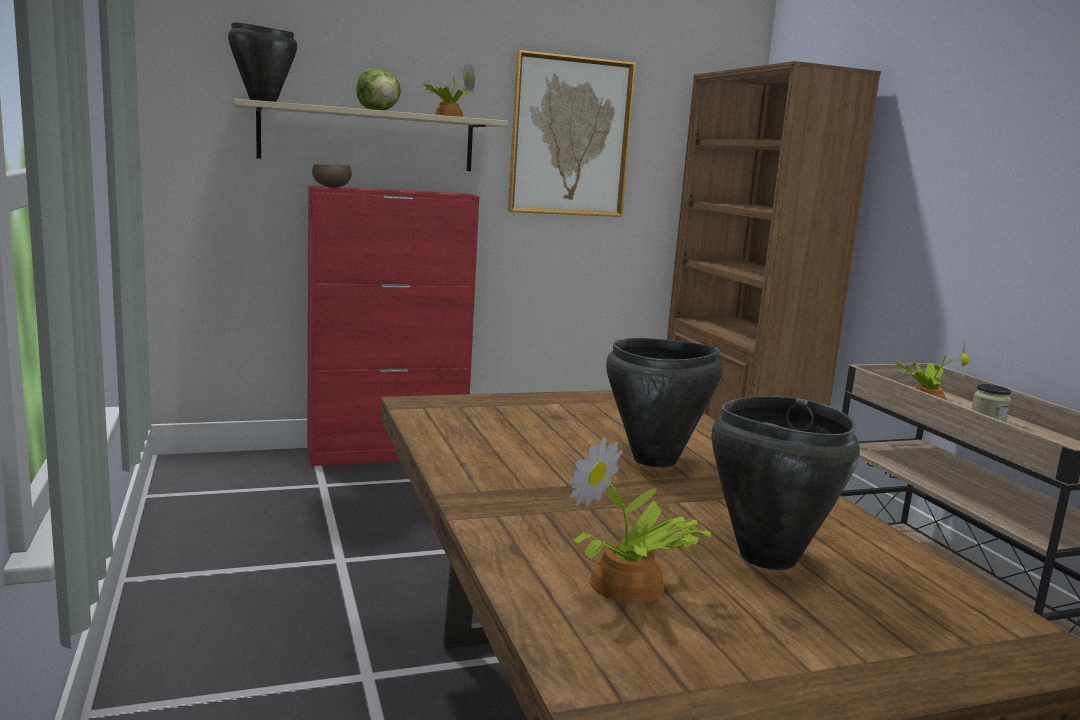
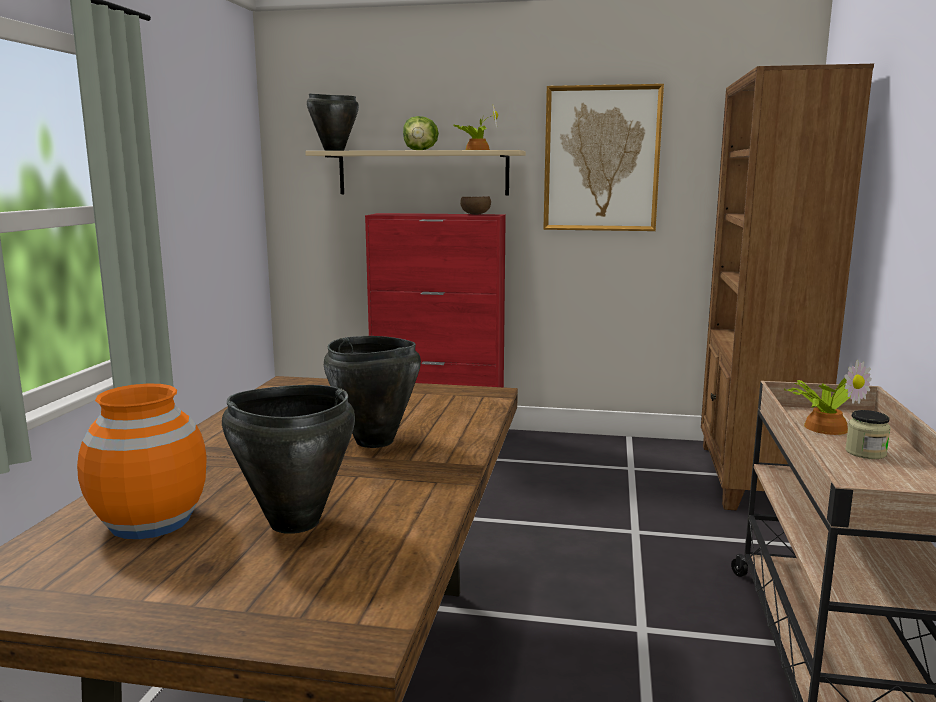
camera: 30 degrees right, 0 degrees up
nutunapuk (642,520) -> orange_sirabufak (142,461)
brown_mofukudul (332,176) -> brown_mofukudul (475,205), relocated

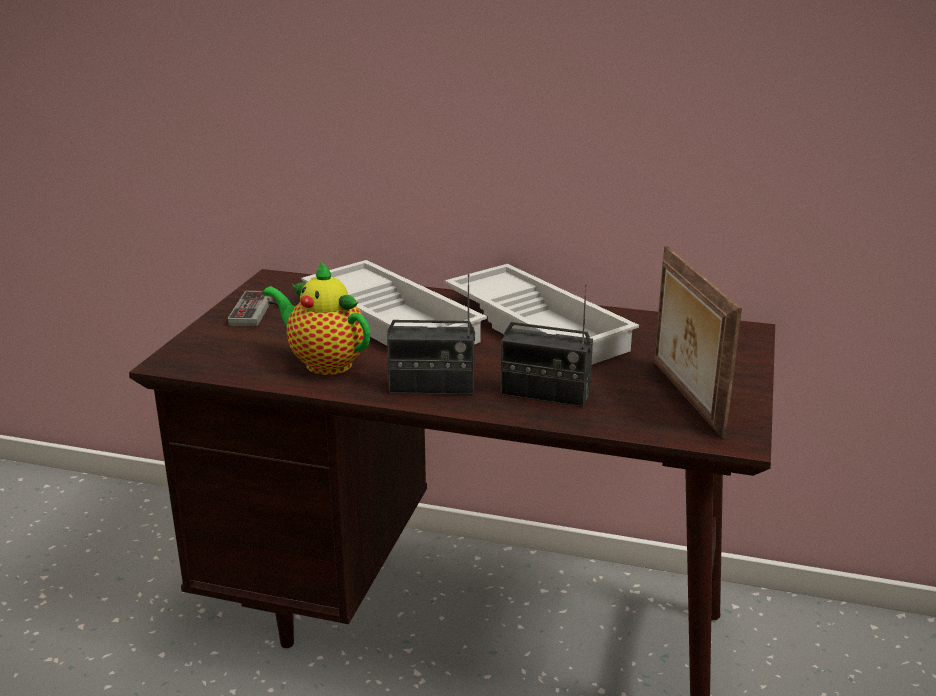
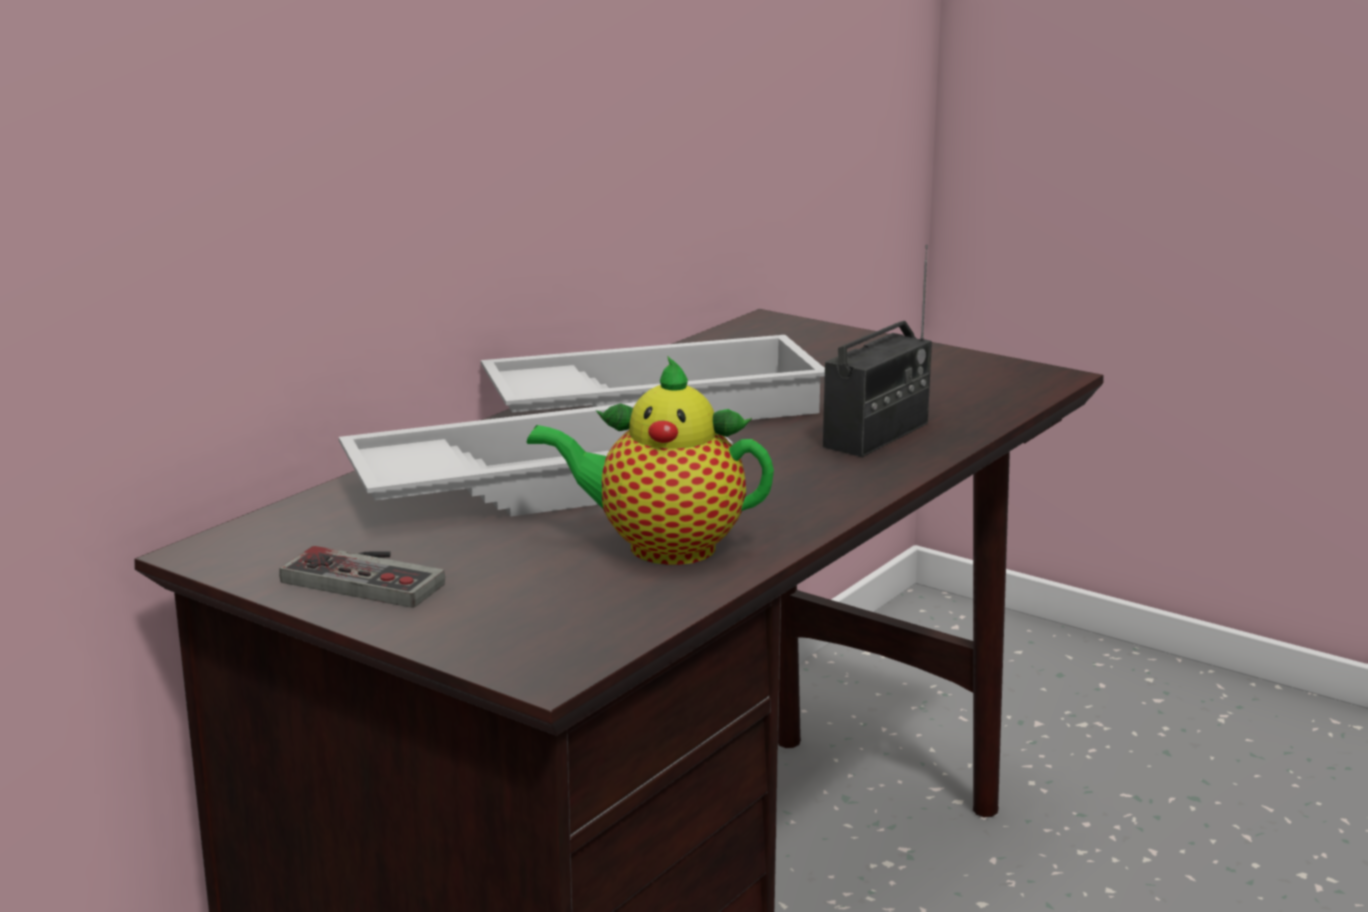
camera: 70 degrees left, 5 degrees down
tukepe (316,318) -> tukepe (650,460), 45 degrees clockwise
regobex (431,334) -> none
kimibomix (698,342) -> none

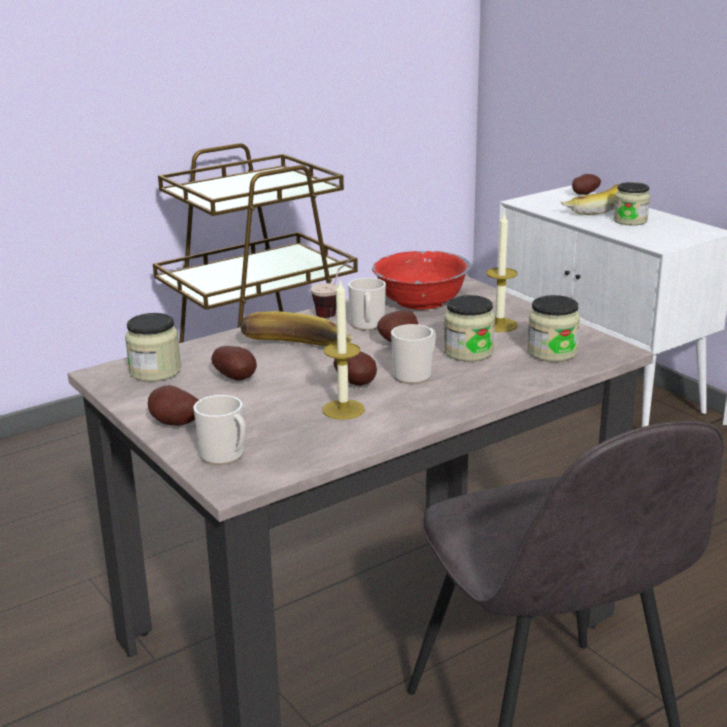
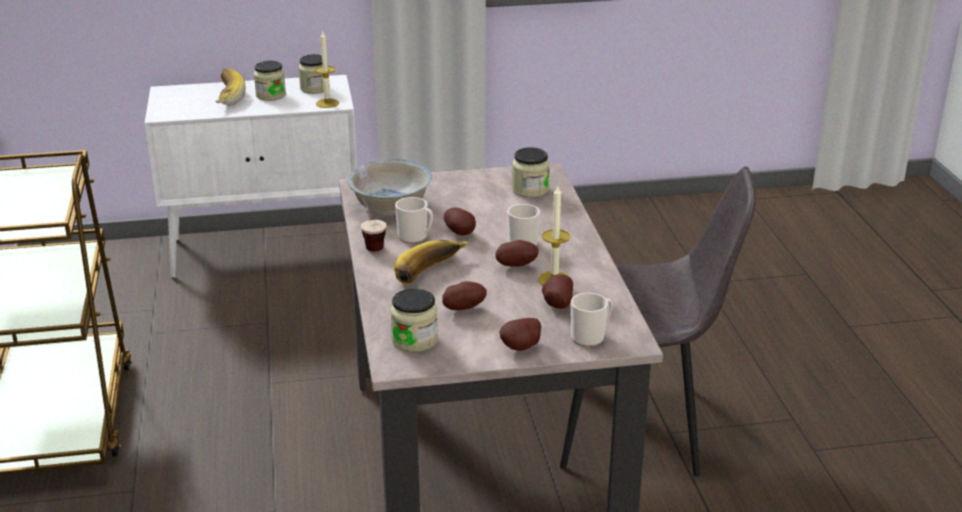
camera: 65 degrees left, 5 degrees up
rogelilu (469,328) -> rogelilu (314,74), relocated
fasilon (502,273) -> fasilon (327,70), relocated
red_mofukudul (421,280) -> white_mofukudul (389,187)
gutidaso (586,184) -> gutidaso (557,291), relocated

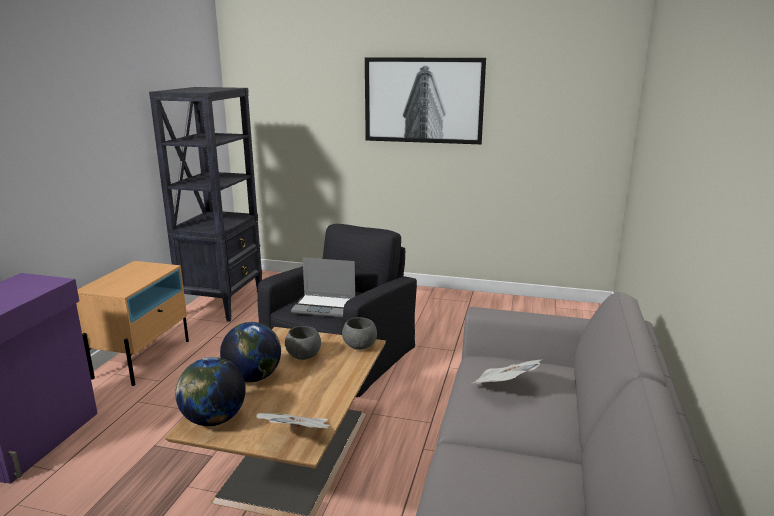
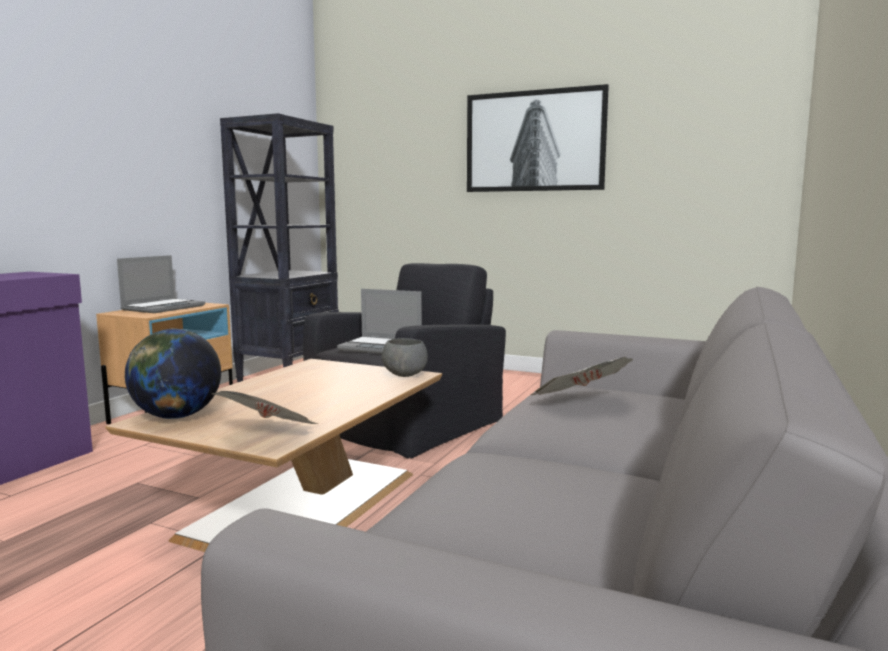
camera: 10 degrees right, 10 degrees down
none -> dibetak (161,284)
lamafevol (250,352) -> none
grey_mofukudul (303,343) -> none

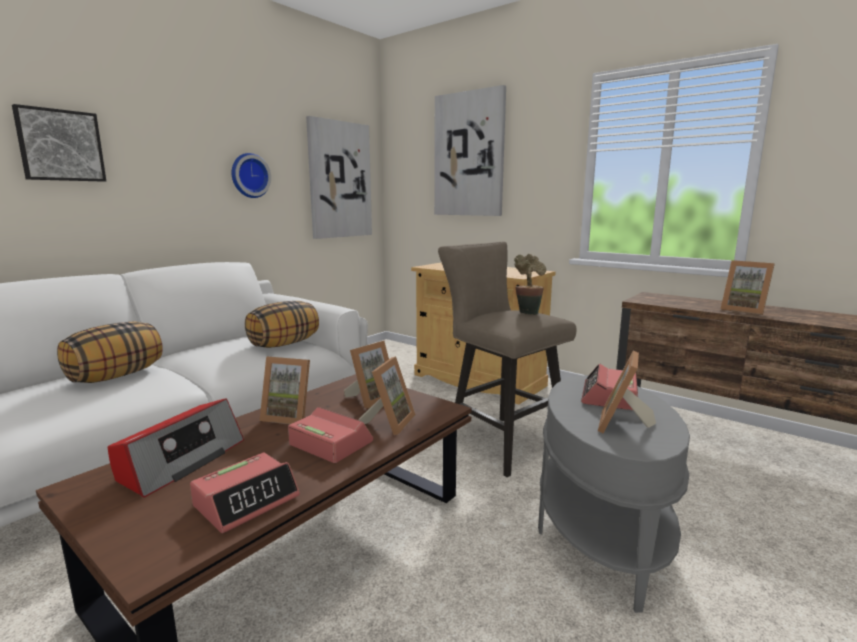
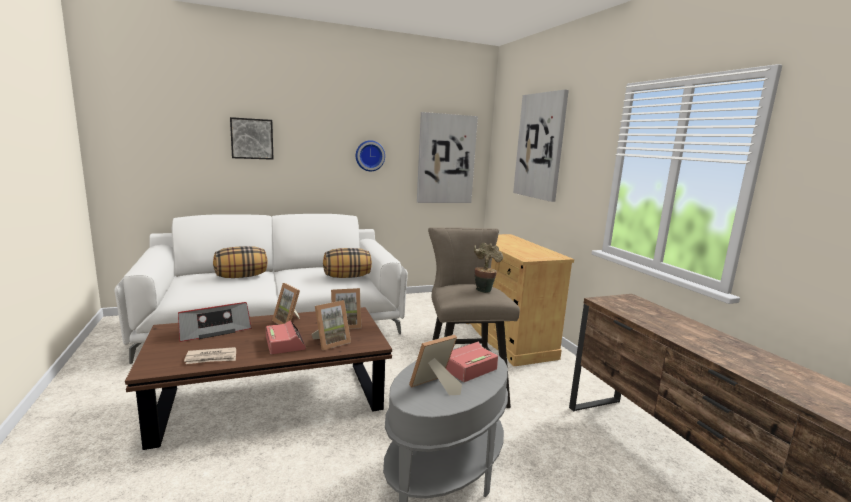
camera: 30 degrees right, 0 degrees up
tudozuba (245,493) -> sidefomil (210,355)
kimibomix (748,287) -> none

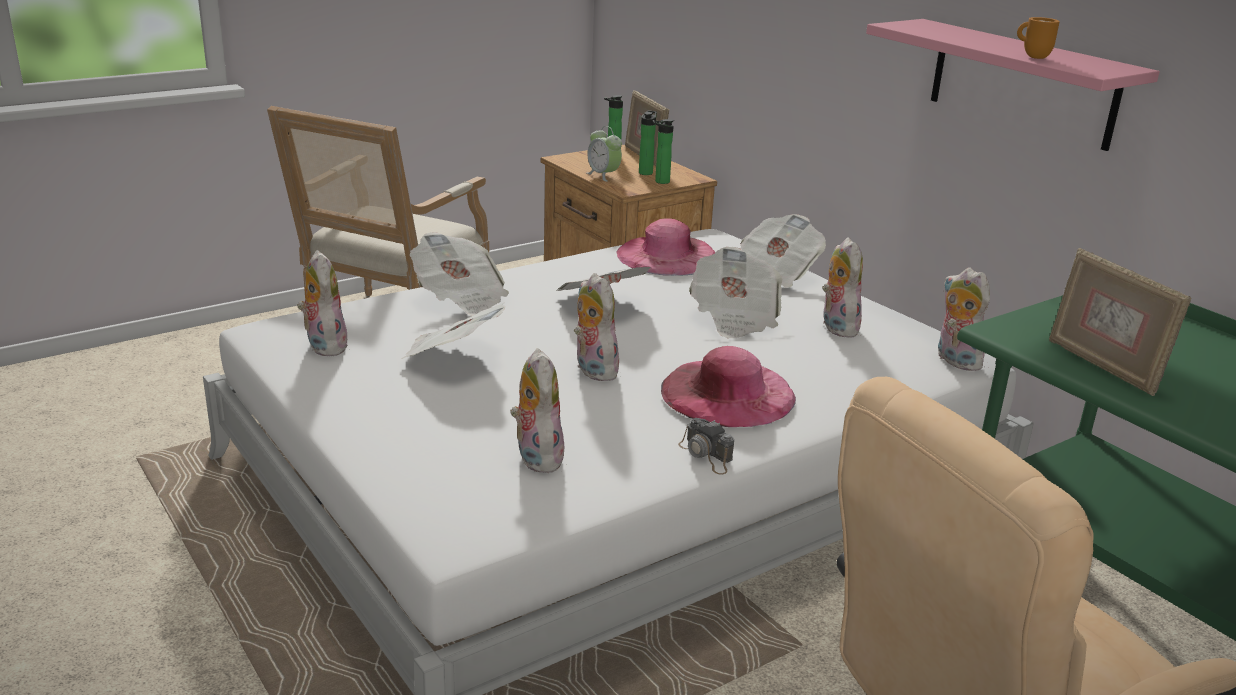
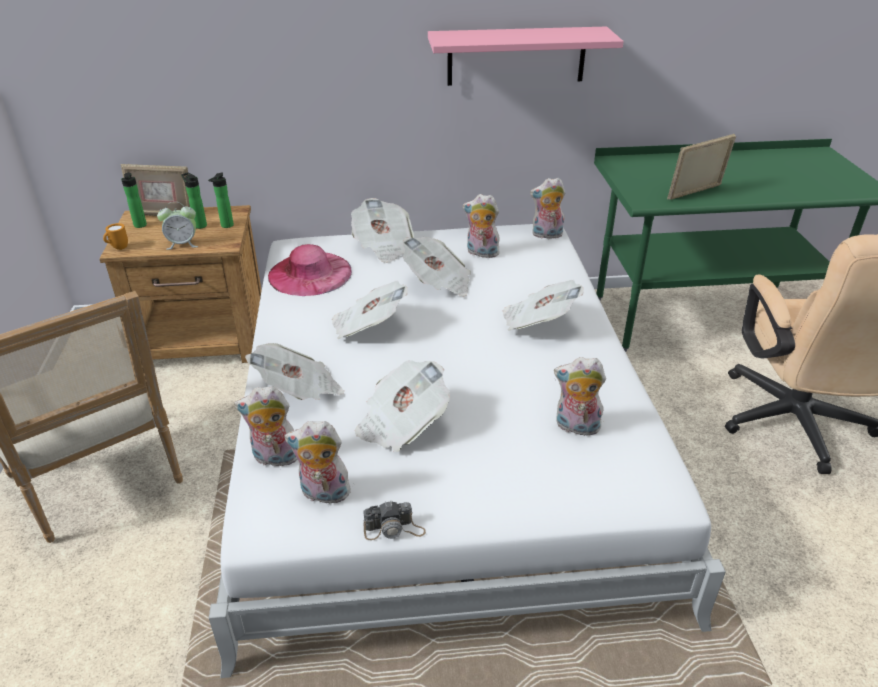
camera: 60 degrees left, 10 degrees up
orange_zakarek (1038,38) -> orange_zakarek (115,236), relocated
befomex (597,327) -> befomex (265,426), relocated
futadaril (706,446) -> futadaril (394,520), relocated
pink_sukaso (728,386) -> sidefomil (543,305)
kimibomix (1120,322) -> kimibomix (701,167), 150 degrees clockwise

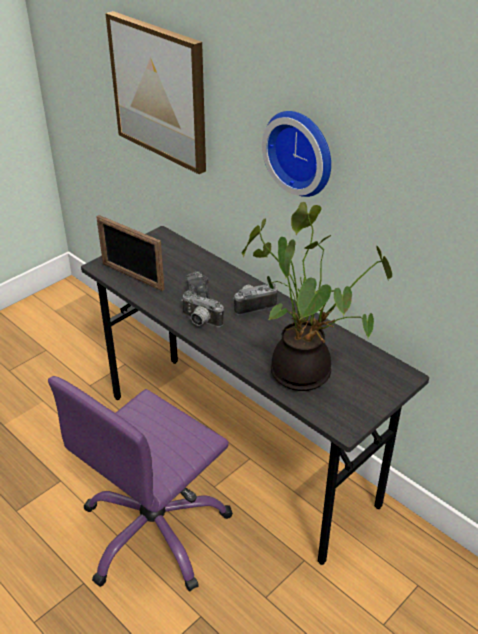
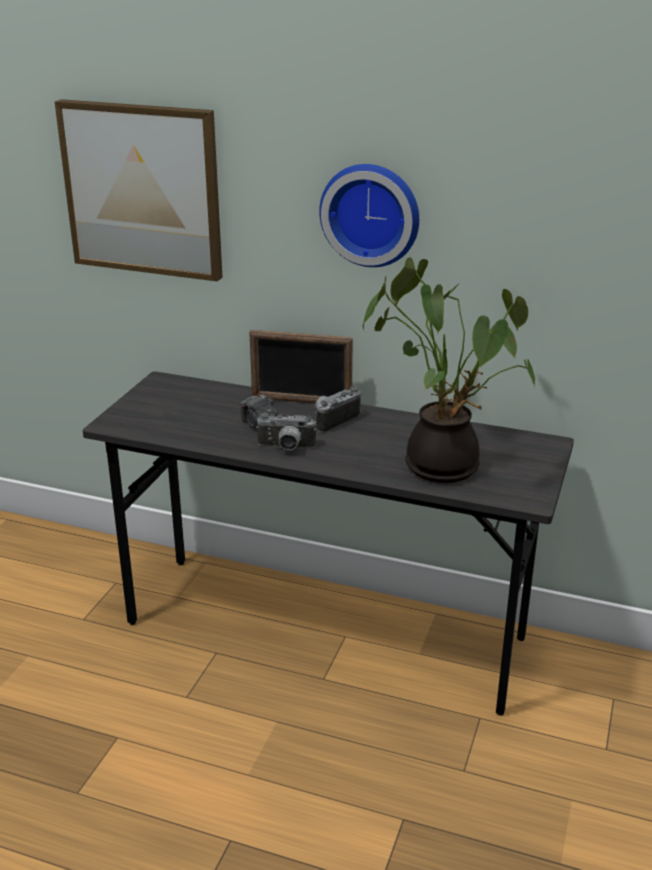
camera: 25 degrees left, 10 degrees down
kimibomix (130,253) -> kimibomix (301,366), relocated
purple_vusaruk (140,483) -> none

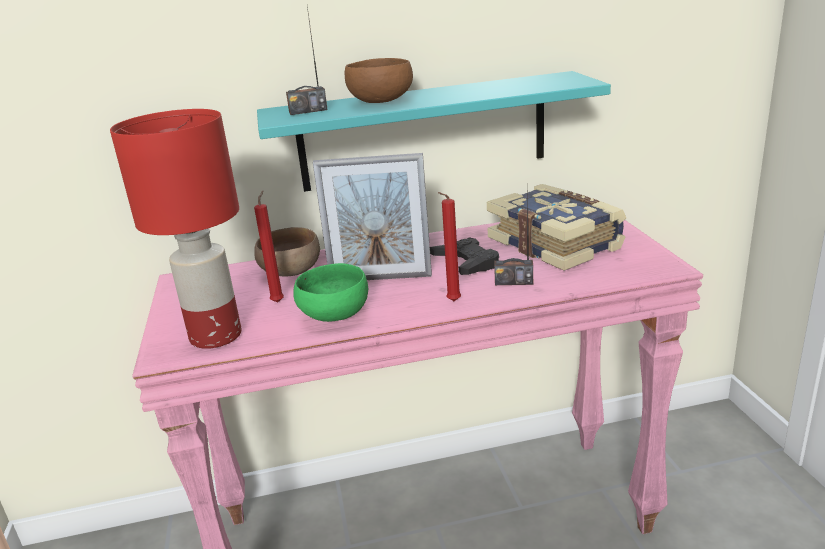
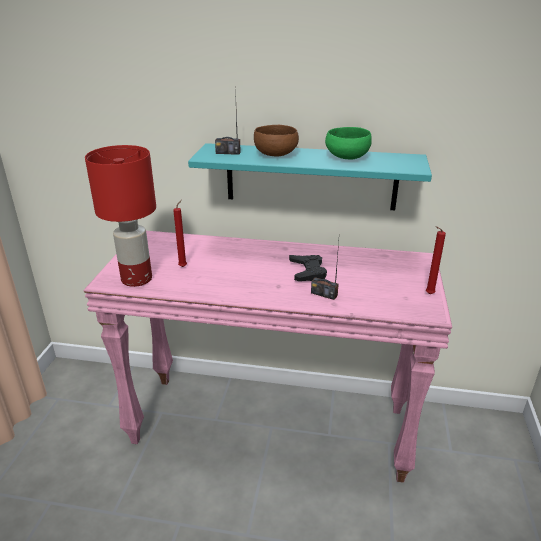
camera: 20 degrees right, 5 degrees up
green_mofukudul (330,292) -> green_mofukudul (348,143), relocated
red_fasilon (449,246) -> red_fasilon (436,260), relocated
brown_mofukudul (287,252) -> none
kimibomix (372,216) -> none
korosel (556,227) -> none

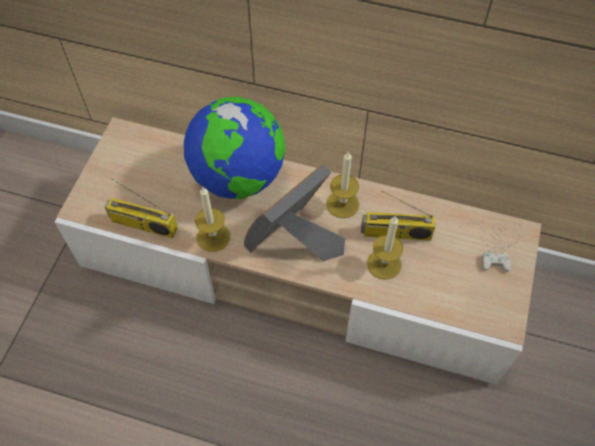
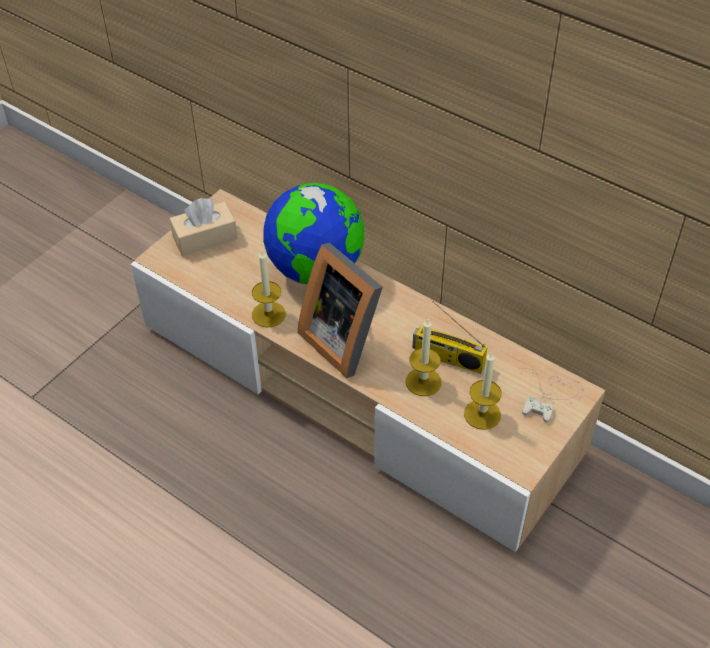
camera: 20 degrees right, 10 degrees down
none -> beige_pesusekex (203,227)
kimibomix (294,213) -> kimibomix (340,310), 105 degrees counterclockwise
fasilon (342,185) -> fasilon (483,390), relocated
regobex (141,208) -> none

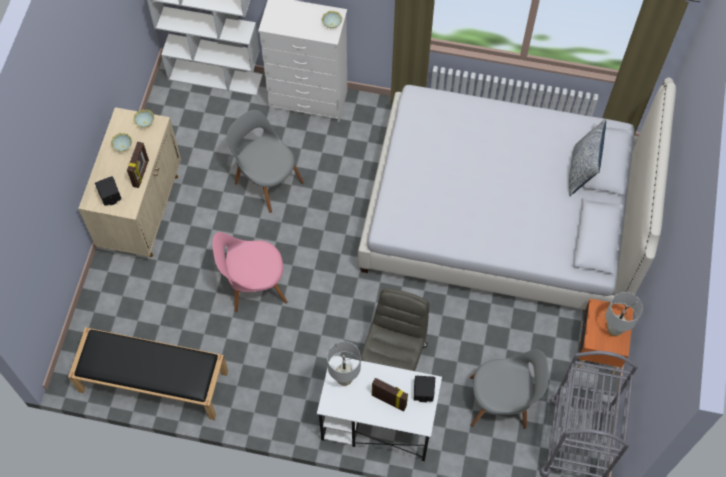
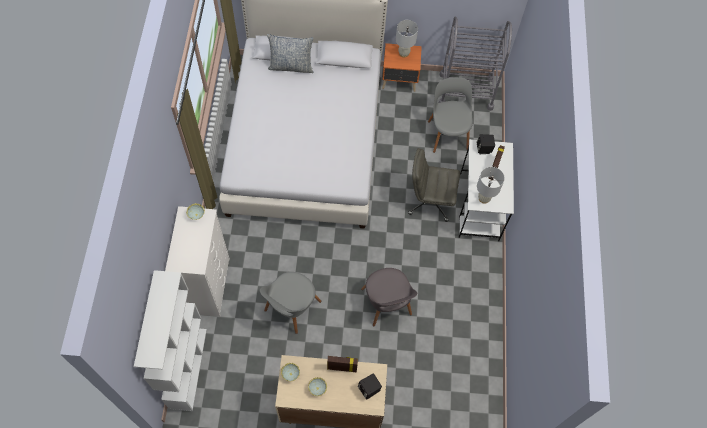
camera: 100 degrees left, 0 degrees up
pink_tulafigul (250,272) -> grey_tulafigul (389,297)
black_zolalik (148,373) -> none

